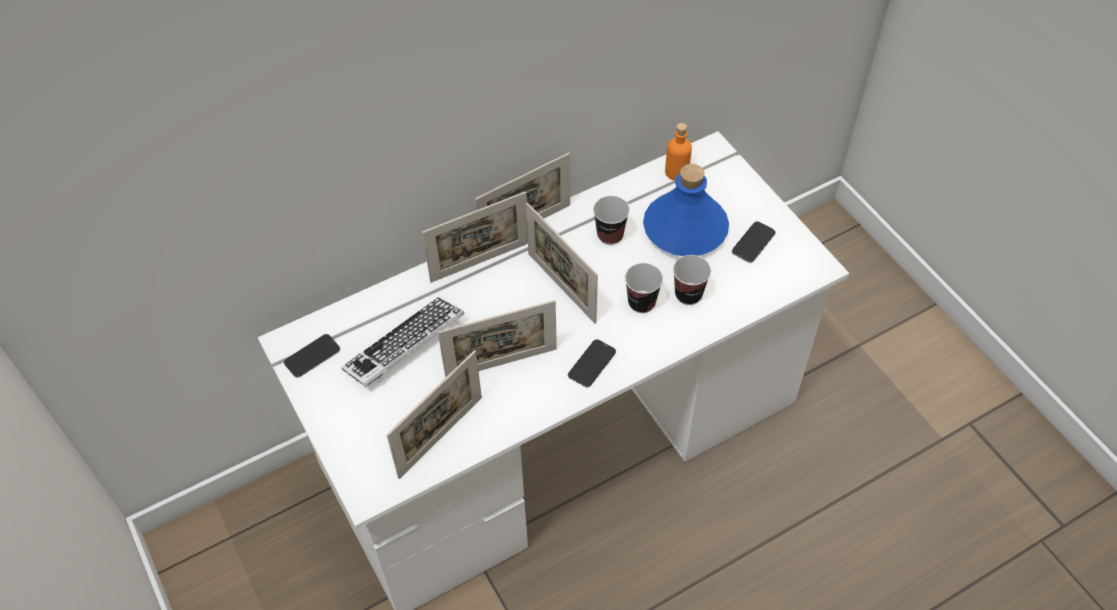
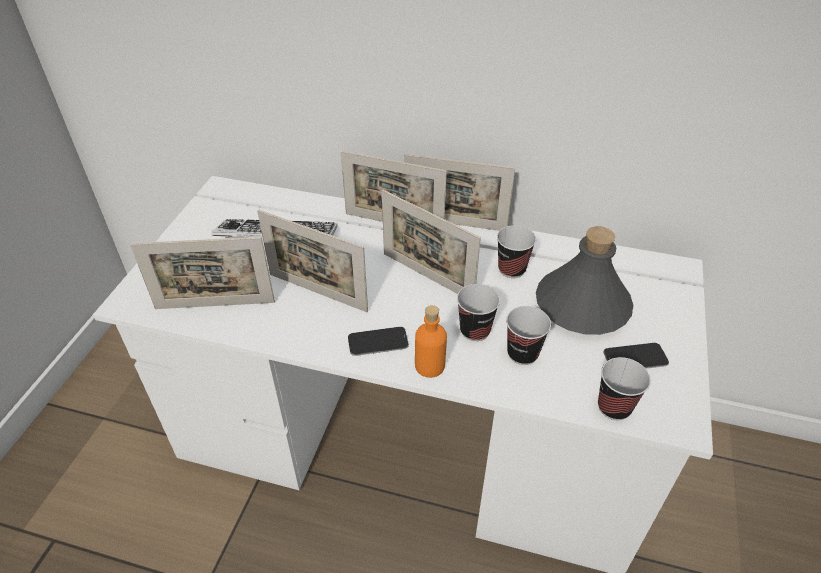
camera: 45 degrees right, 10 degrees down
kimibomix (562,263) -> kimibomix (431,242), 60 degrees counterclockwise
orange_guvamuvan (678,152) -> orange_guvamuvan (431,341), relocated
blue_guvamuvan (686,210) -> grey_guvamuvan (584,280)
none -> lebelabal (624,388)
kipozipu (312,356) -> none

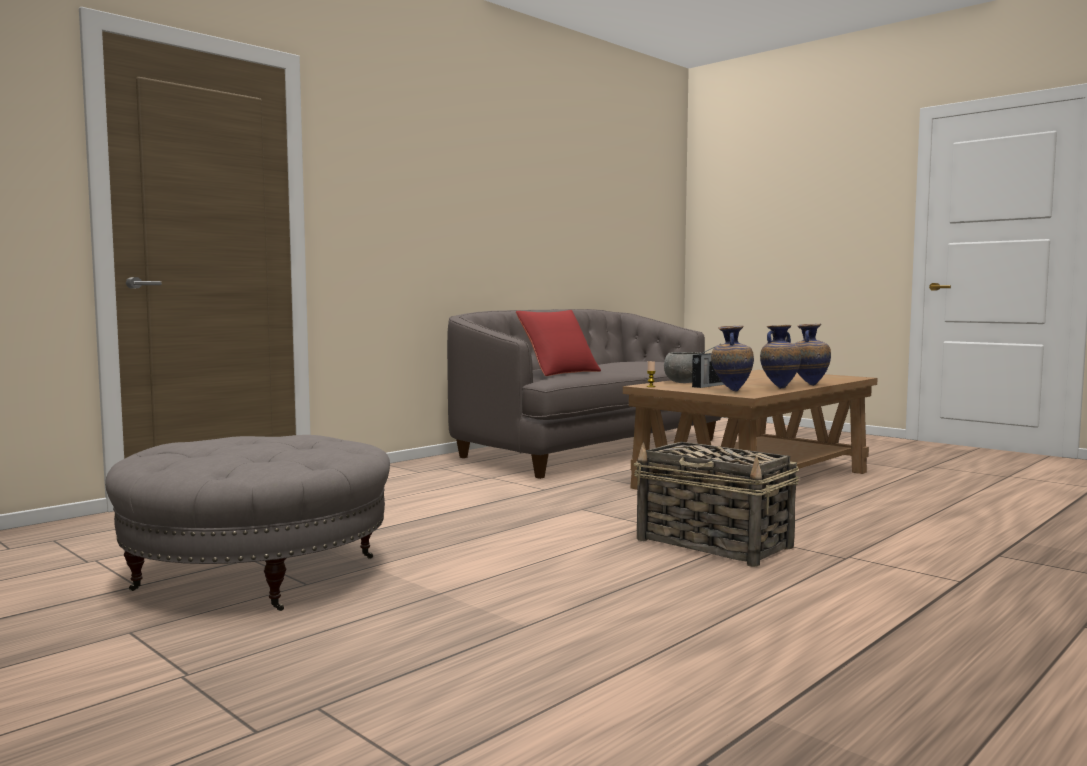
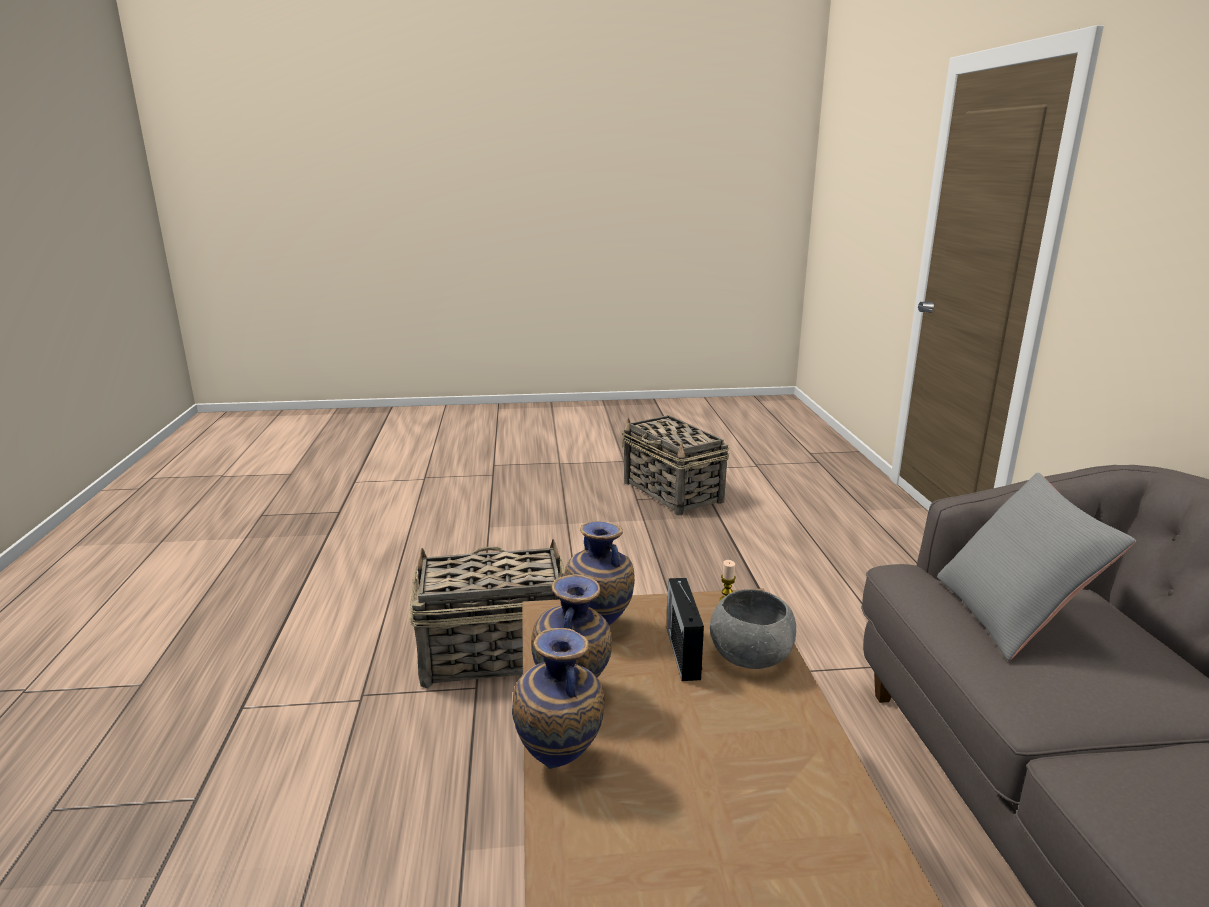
camera: 130 degrees right, 15 degrees up
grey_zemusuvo (247,523) -> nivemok (675,465)
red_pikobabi (558,343) -> grey_pikobabi (1036,567)

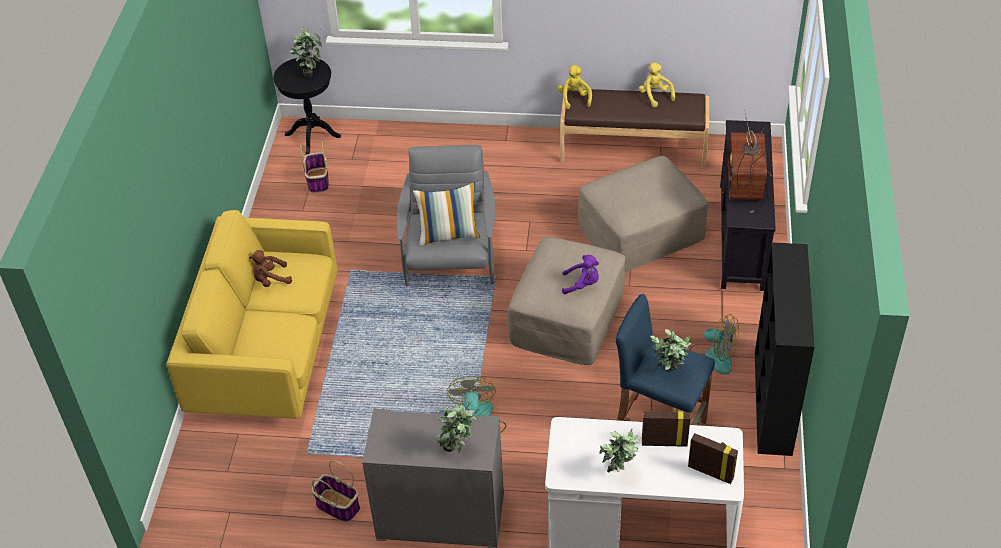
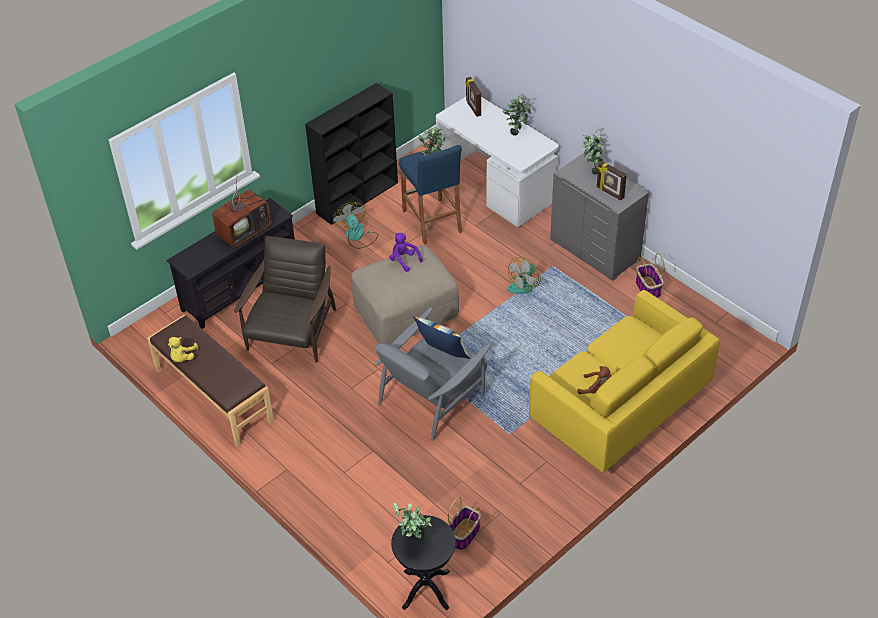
camera: 140 degrees left, 0 degrees up
beige_zemusuvo (643,214) -> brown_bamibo (285,299)
kimibomix (666,428) -> kimibomix (612,180), relocated
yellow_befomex (575,87) -> none

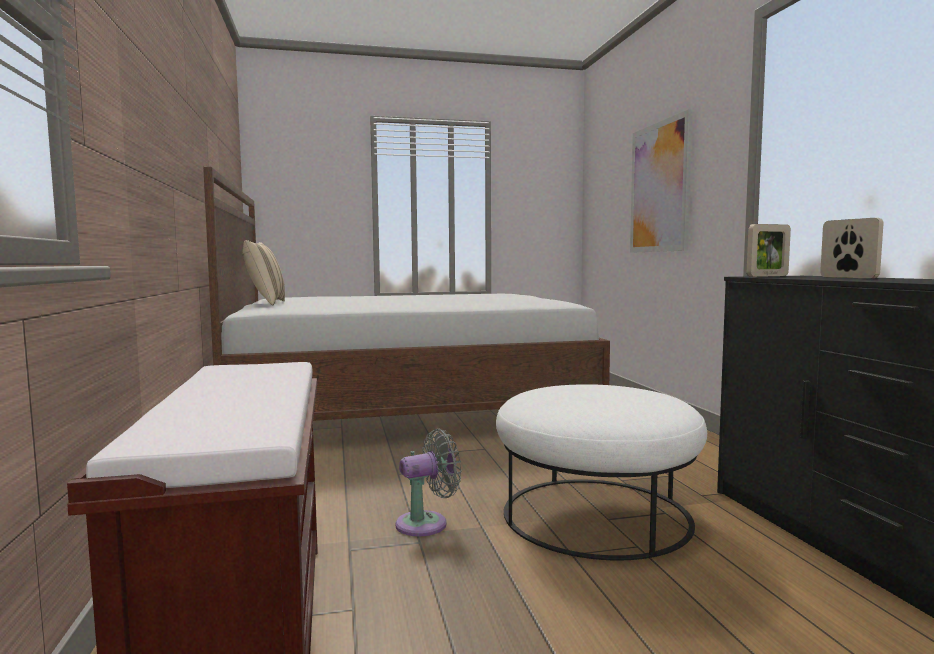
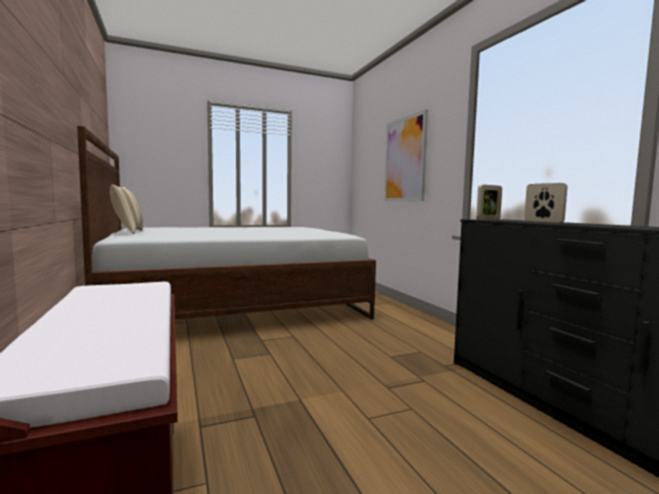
camera: 10 degrees left, 0 degrees up
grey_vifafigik (428,483) -> none
white_zemusuvo (601,472) -> none

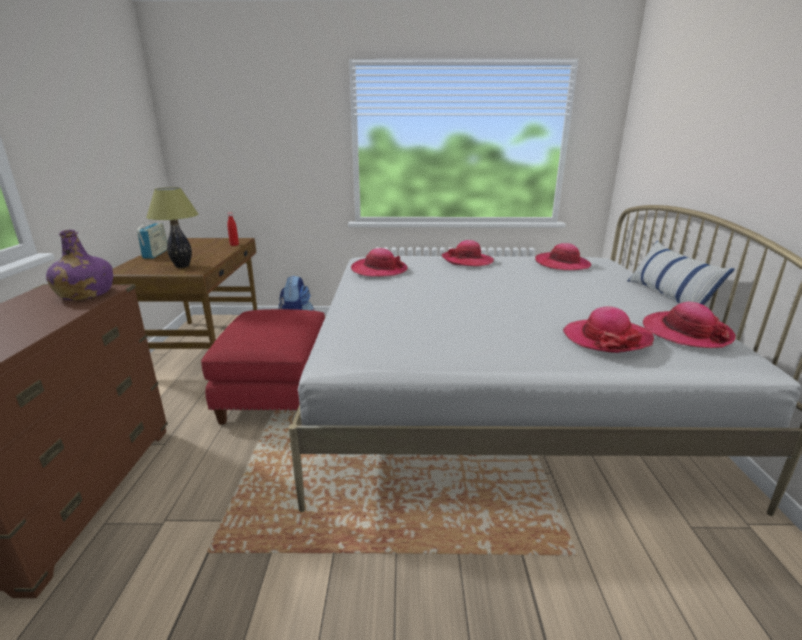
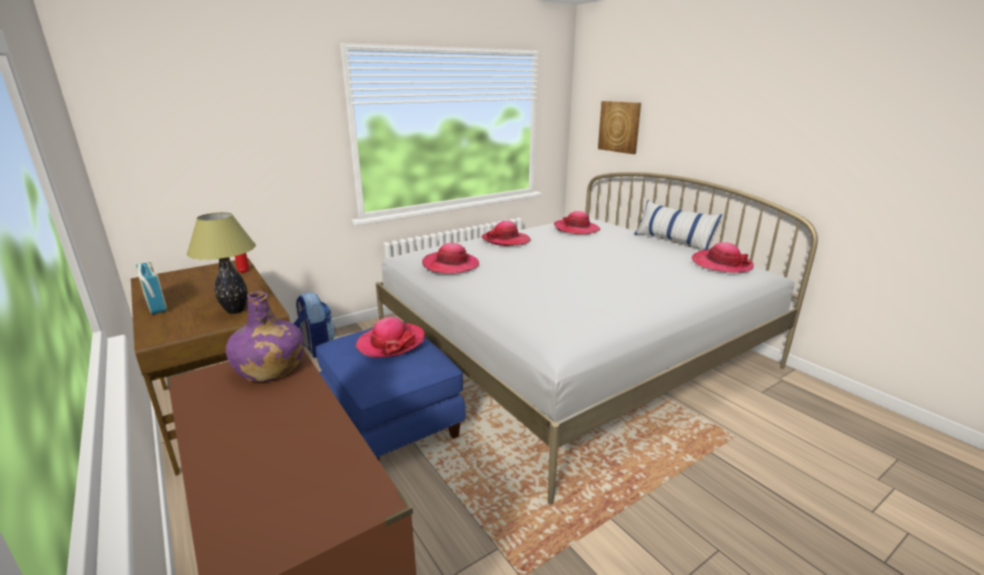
camera: 35 degrees left, 0 degrees up
red_zemusuvo (263,366) -> blue_zemusuvo (390,391)
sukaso (608,329) -> sukaso (390,337), relocated
none -> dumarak (619,127)

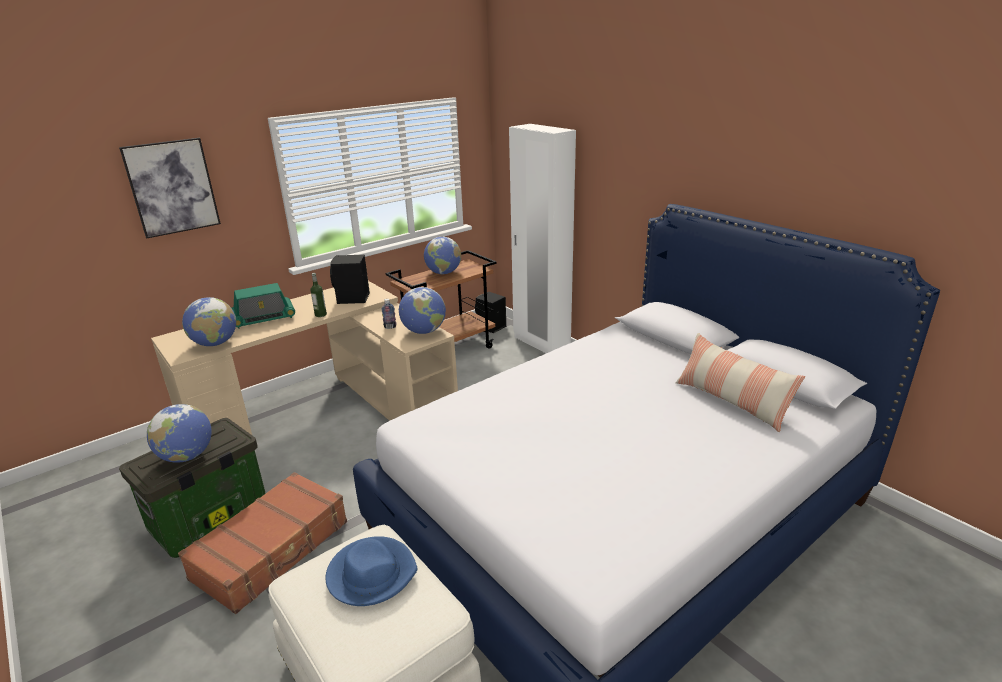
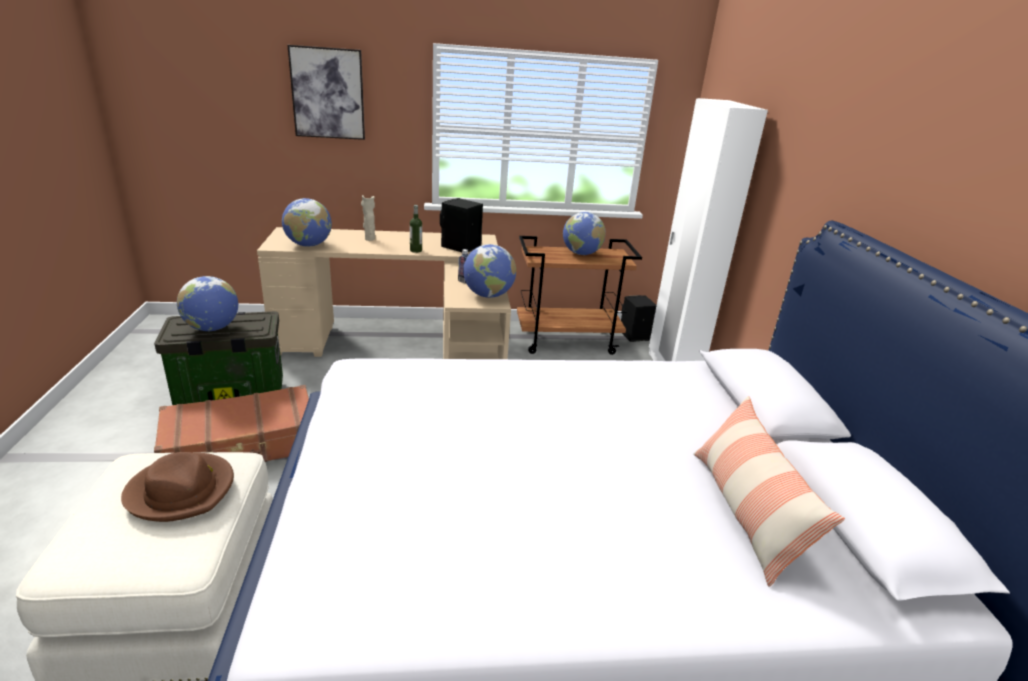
camera: 30 degrees right, 0 degrees up
blue_sukaso (371,571) -> brown_sukaso (177,487)
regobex (263,306) -> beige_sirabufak (368,218)

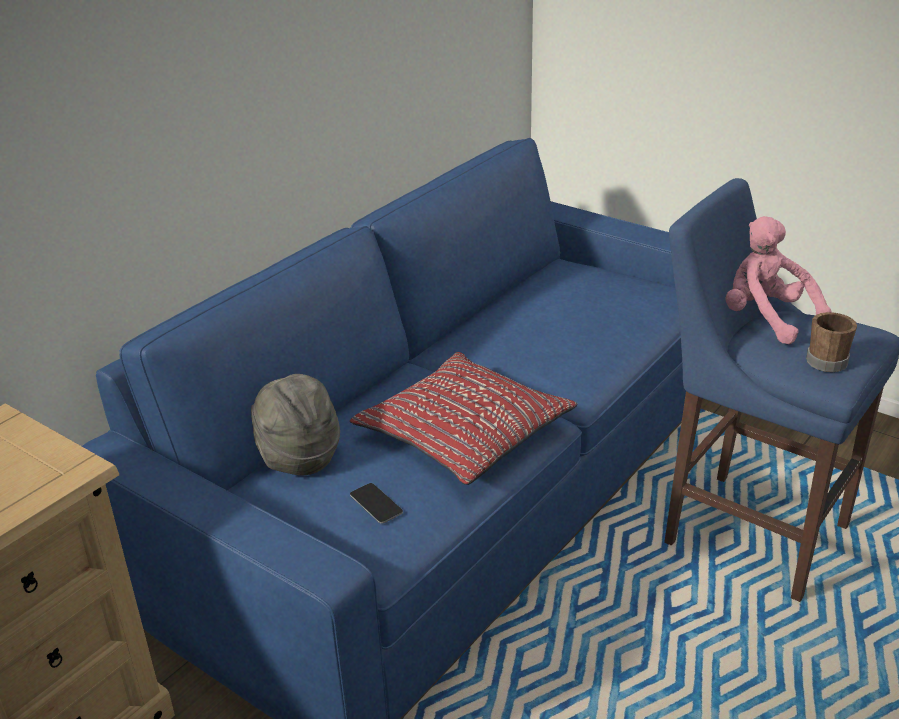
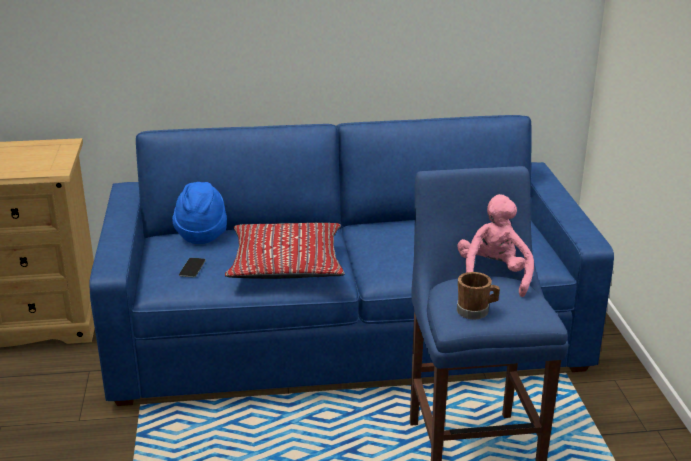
camera: 45 degrees right, 5 degrees down
grey_sukaso (295,425) -> blue_sukaso (199,213)

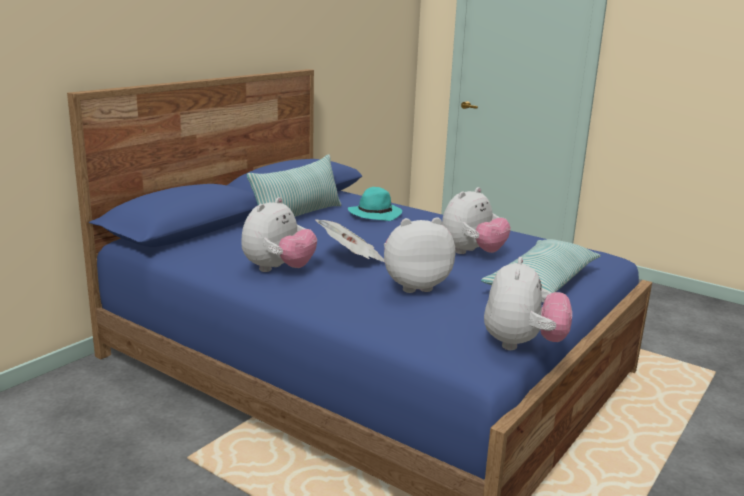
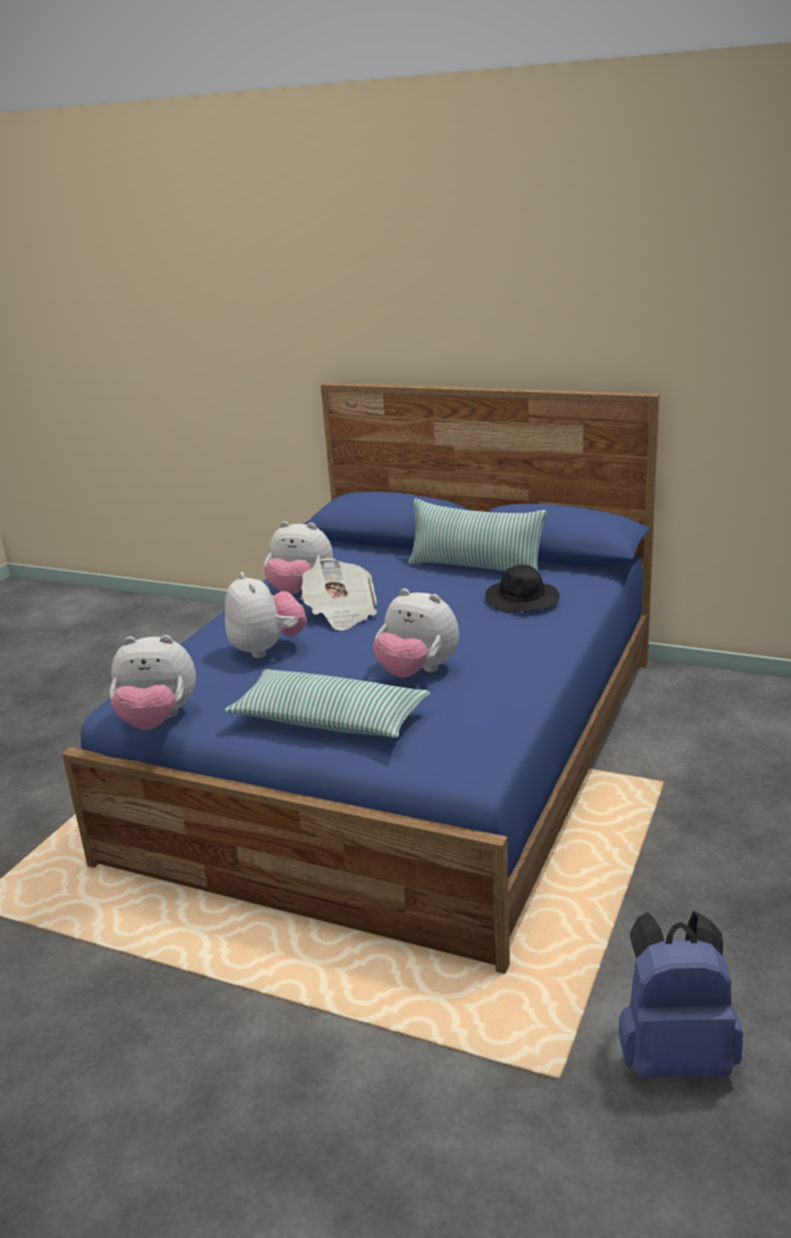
camera: 80 degrees right, 5 degrees up
turquoise_sukaso (375,204) -> black_sukaso (522,589)
none -> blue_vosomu (681,994)

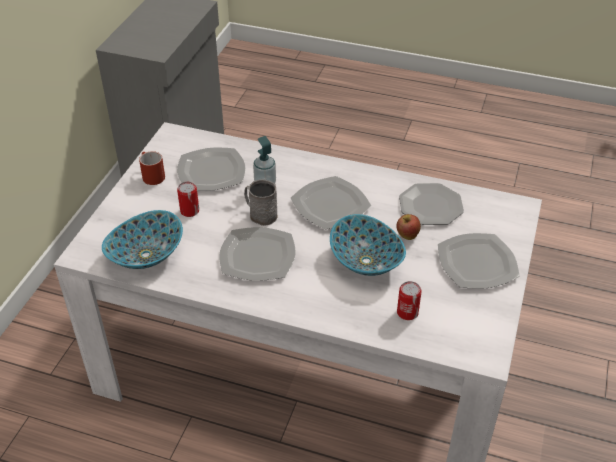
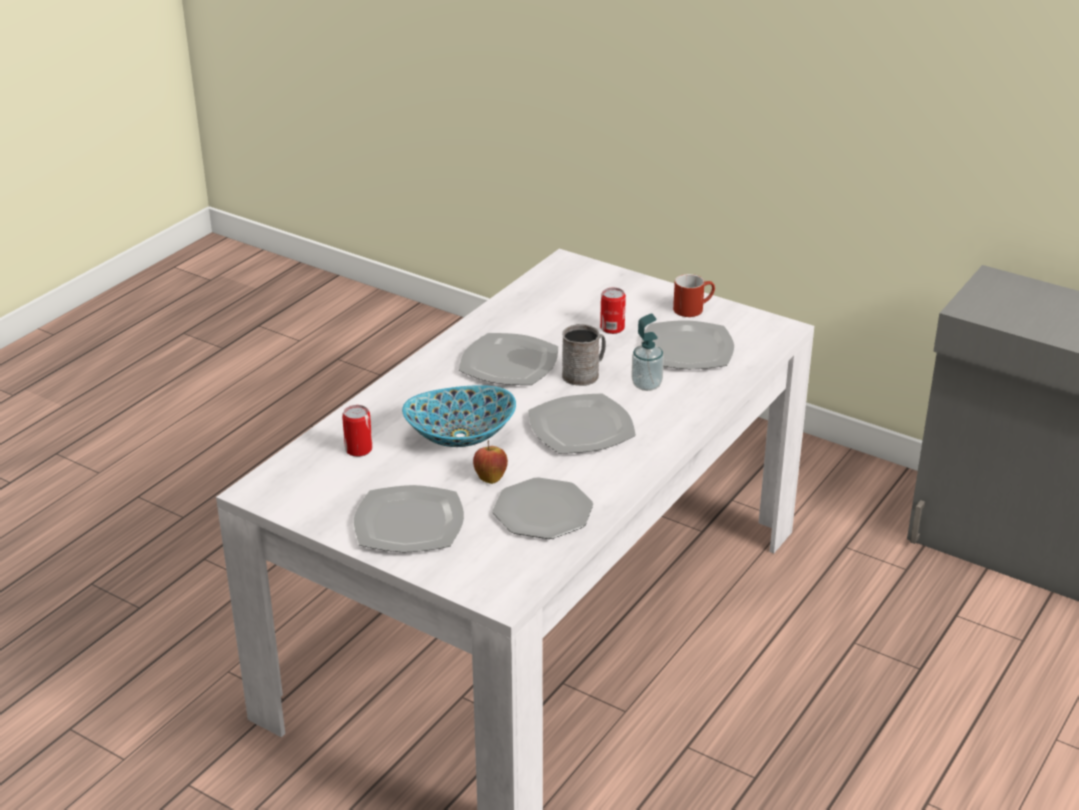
camera: 105 degrees right, 10 degrees down
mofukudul (142,239) -> none

